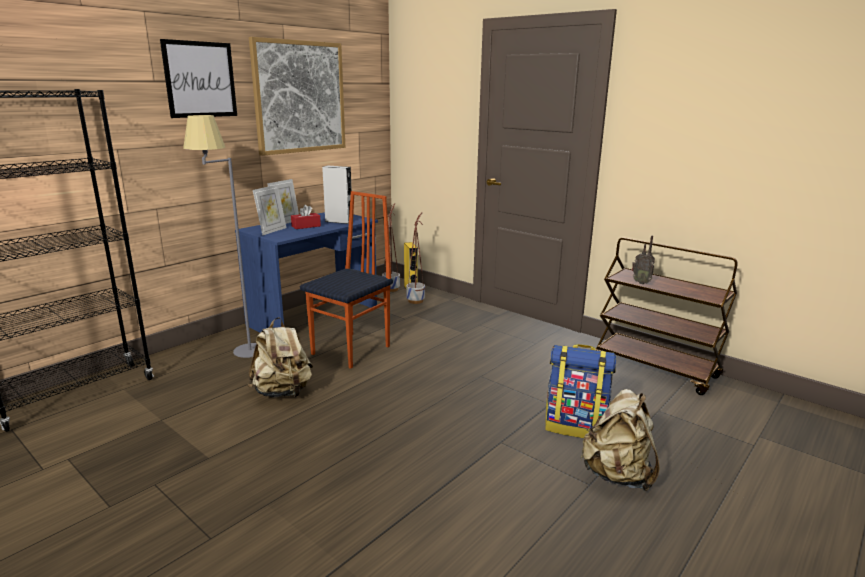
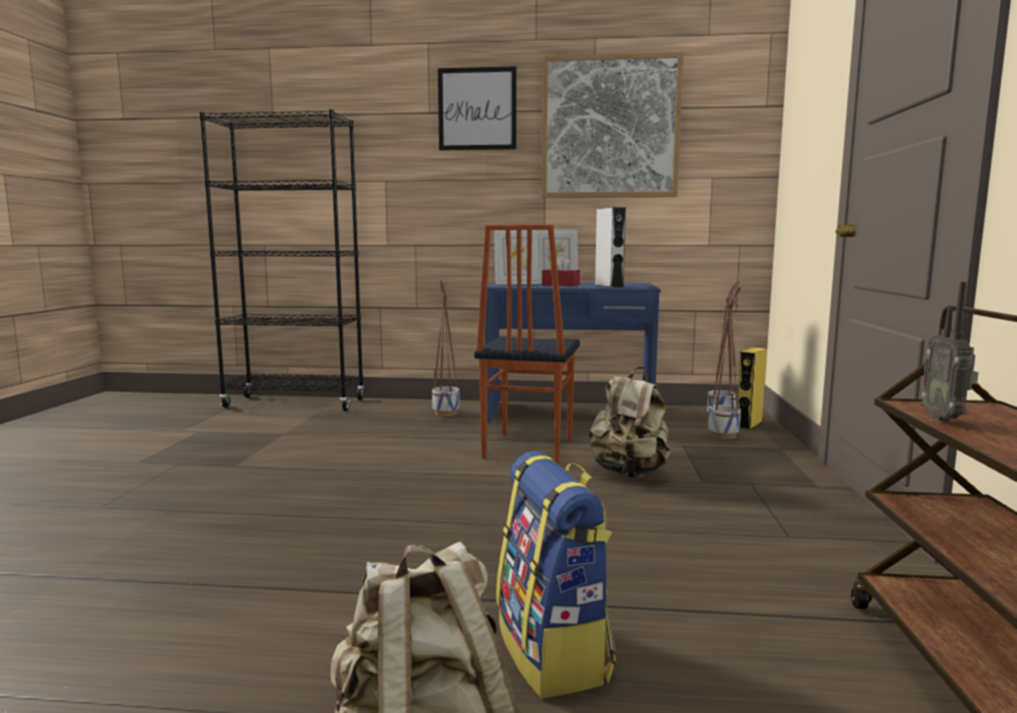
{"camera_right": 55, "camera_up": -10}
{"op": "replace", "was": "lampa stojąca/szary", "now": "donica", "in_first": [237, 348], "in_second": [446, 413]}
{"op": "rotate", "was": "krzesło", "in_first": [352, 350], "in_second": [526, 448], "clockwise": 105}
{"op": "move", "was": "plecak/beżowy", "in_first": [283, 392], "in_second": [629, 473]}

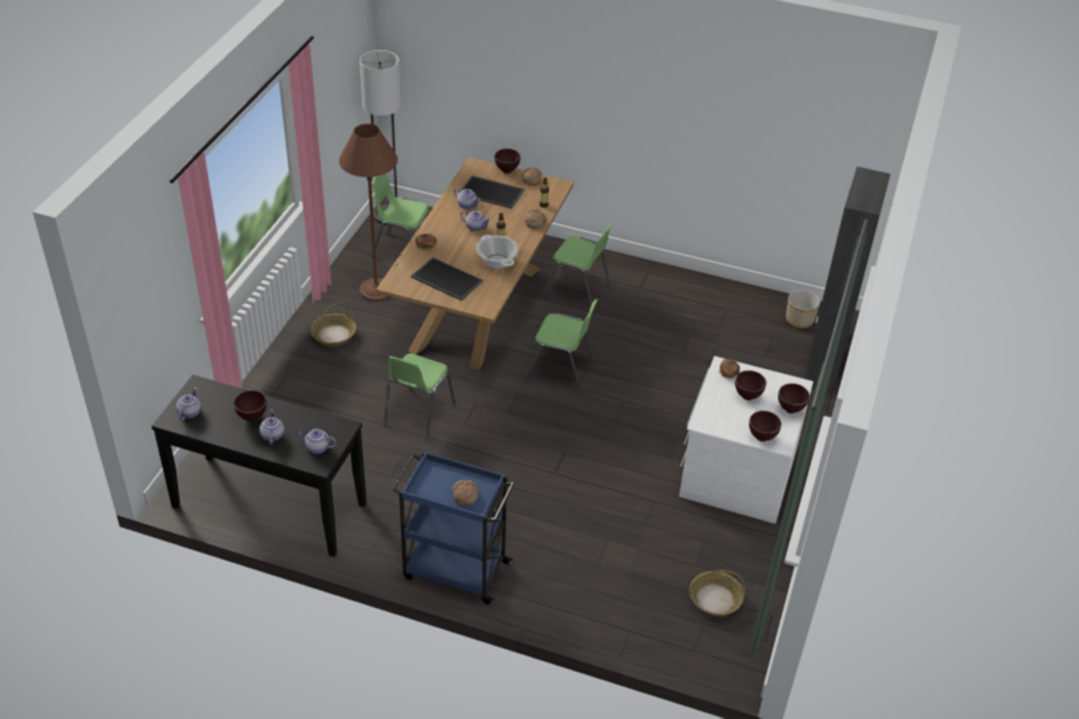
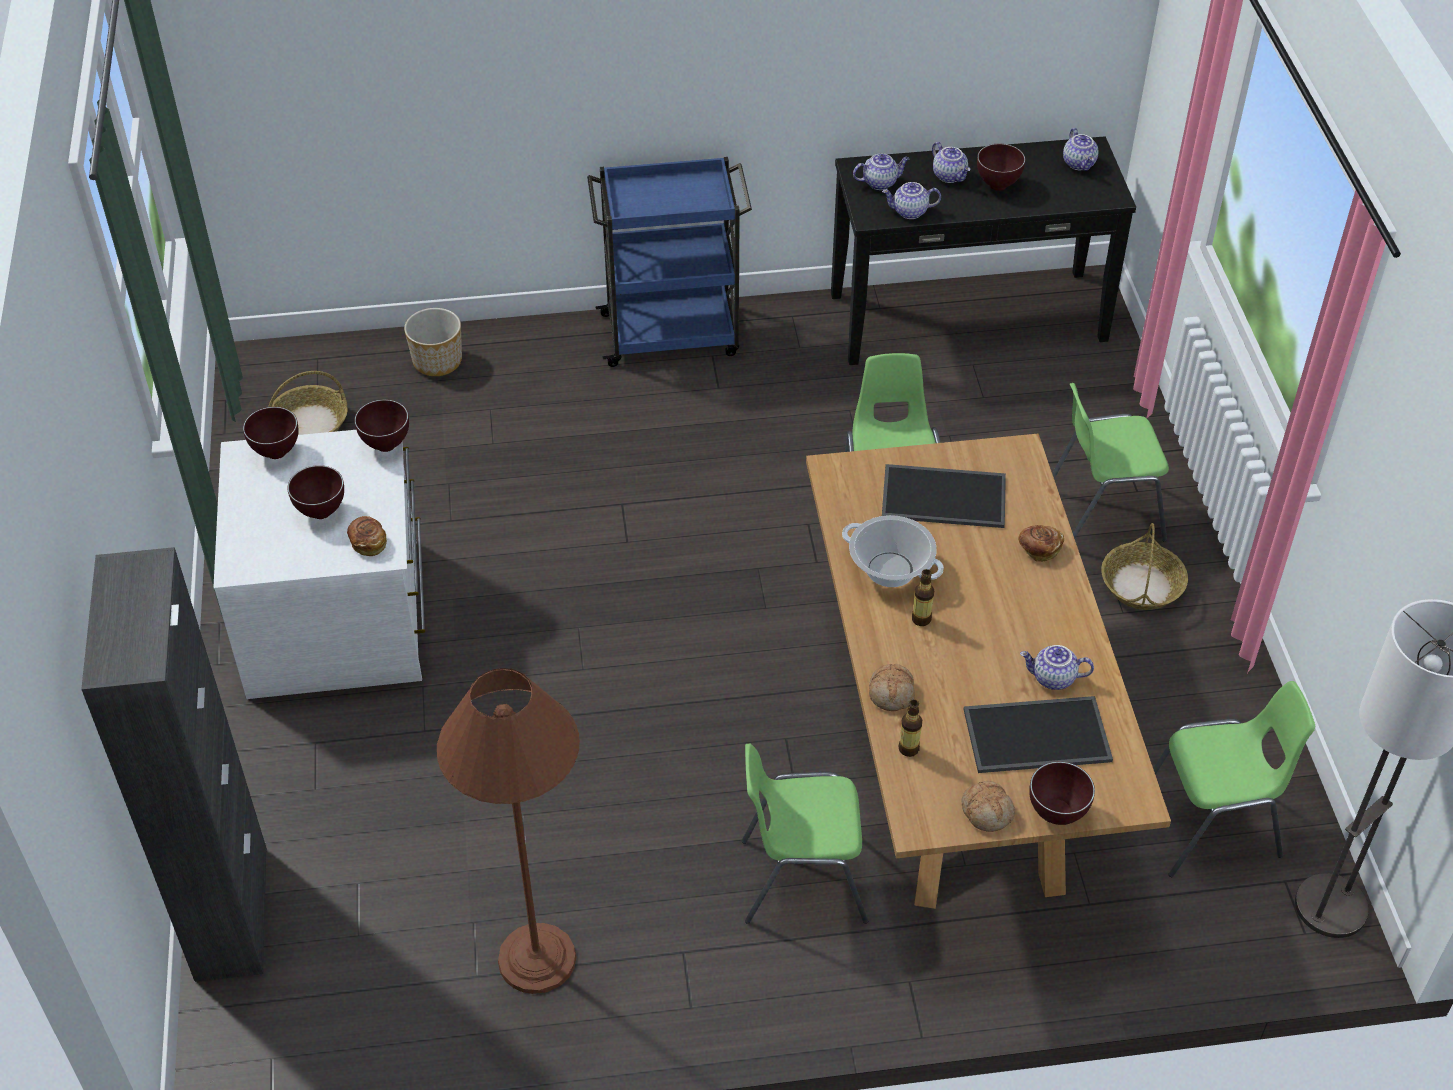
{"camera_right": 155, "camera_up": 5}
{"op": "move", "was": "lampa stojąca/brązowy", "in_first": [376, 290], "in_second": [537, 959]}
{"op": "move", "was": "imbryk", "in_first": [475, 227], "in_second": [910, 212]}
{"op": "move", "was": "donica", "in_first": [799, 320], "in_second": [437, 361]}
{"op": "move", "was": "krzesło/zielony", "in_first": [561, 371], "in_second": [1102, 514]}
{"op": "move", "was": "miska/brązowy", "in_first": [789, 409], "in_second": [387, 445]}
{"op": "delete", "was": "chleb", "in_first": [464, 496]}

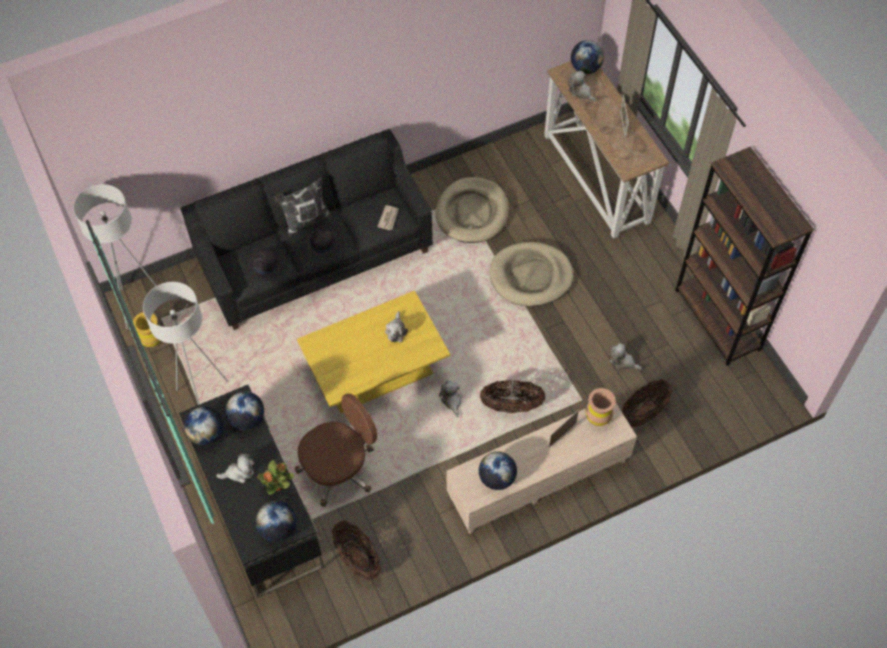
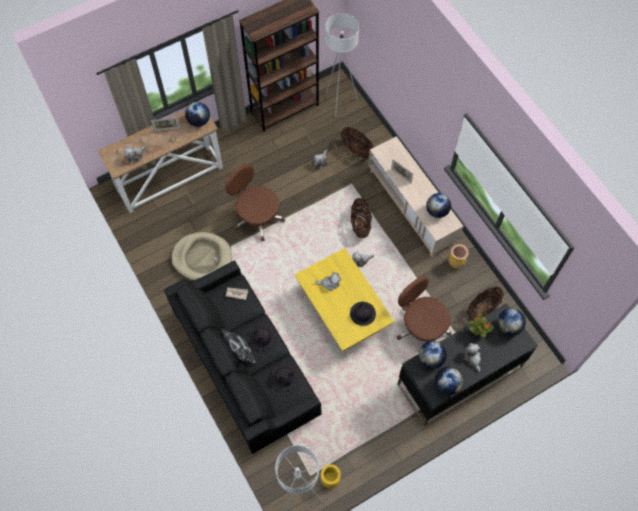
{"camera_right": -95, "camera_up": 5}
{"op": "move", "was": "globus", "in_first": [585, 68], "in_second": [199, 121]}
{"op": "replace", "was": "legowisko/beżowy", "now": "krzesło biurowe/brązowy", "in_first": [531, 276], "in_second": [257, 217]}
{"op": "move", "was": "lampa stojąca/biały", "in_first": [203, 398], "in_second": [339, 102]}
{"op": "move", "was": "wazon/brązowy", "in_first": [598, 417], "in_second": [456, 262]}
{"op": "insert", "now": "kapelusz/czarny", "in_second": [362, 314]}

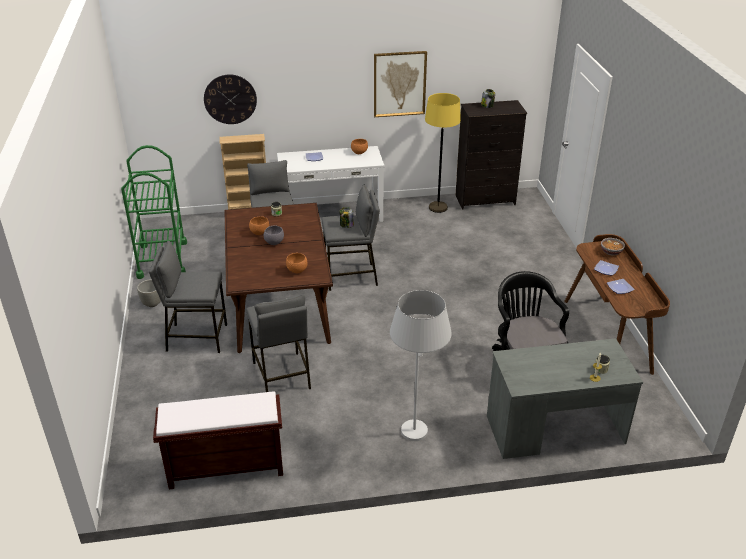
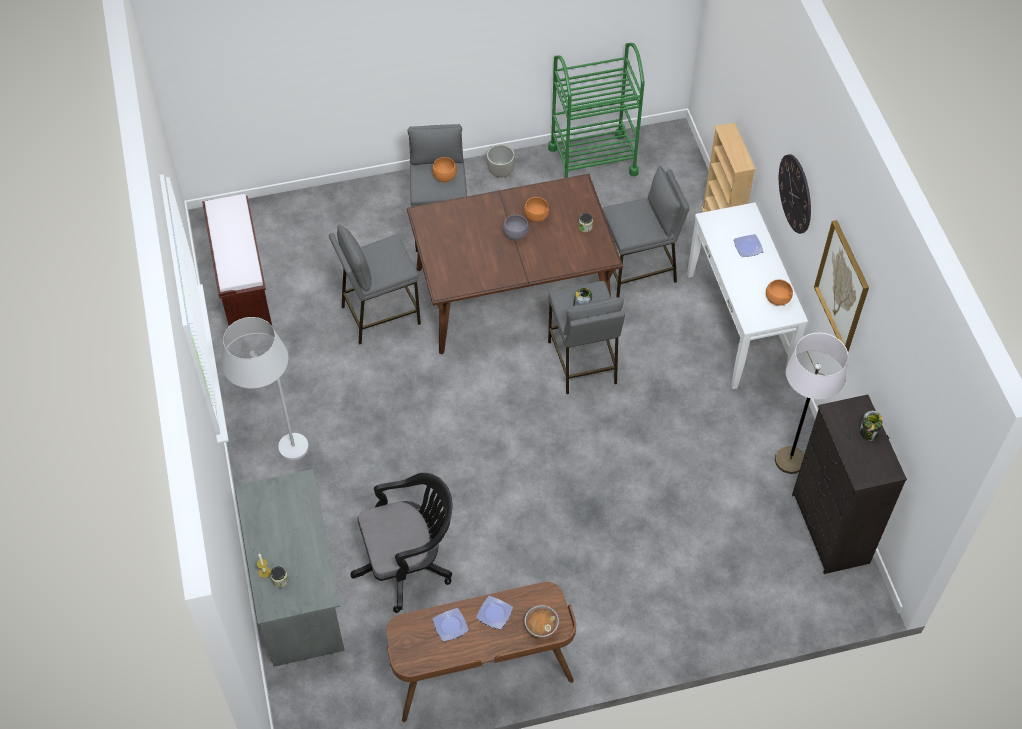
{"camera_right": 85, "camera_up": 20}
{"op": "move", "was": "zegar ścienny", "in_first": [230, 99], "in_second": [795, 193]}
{"op": "recolor", "was": "lampa stojąca/żółty", "now": "lampa stojąca/biały", "in_first": [438, 207], "in_second": [790, 460]}
{"op": "move", "was": "miska/pomarańczowy", "in_first": [297, 271], "in_second": [444, 177]}

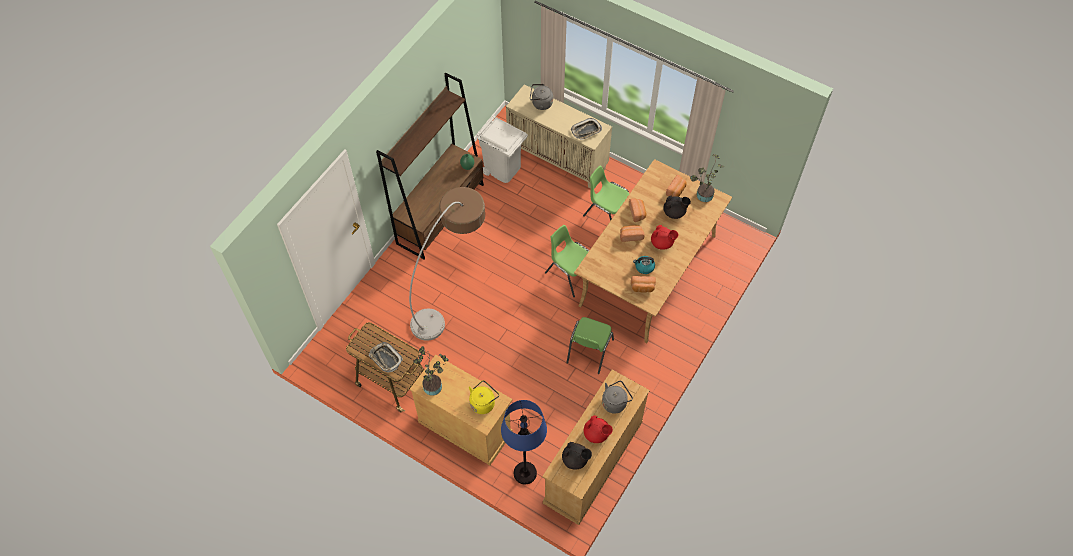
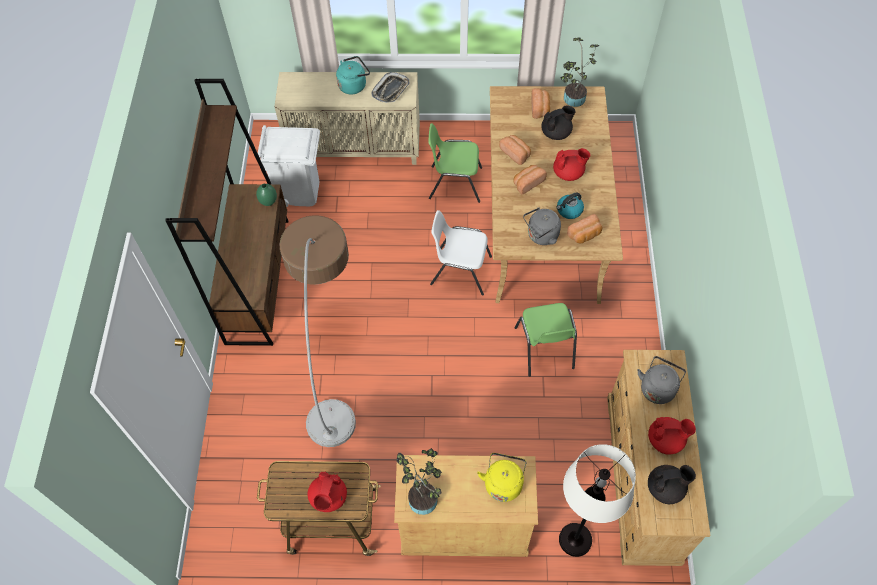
{"camera_right": -30, "camera_up": 0}
{"op": "move", "was": "czajnik/szary", "in_first": [540, 103], "in_second": [541, 236]}
{"op": "recolor", "was": "krzesło/zielony", "now": "krzesło/biały", "in_first": [570, 273], "in_second": [460, 270]}
{"op": "replace", "was": "taca", "now": "imbryk/czerwony", "in_first": [385, 358], "in_second": [328, 498]}
{"op": "recolor", "was": "lampa stojąca/niebieski", "now": "lampa stojąca/biały", "in_first": [525, 473], "in_second": [575, 540]}
{"op": "insert", "now": "czajnik/turkusowy", "in_second": [354, 85]}

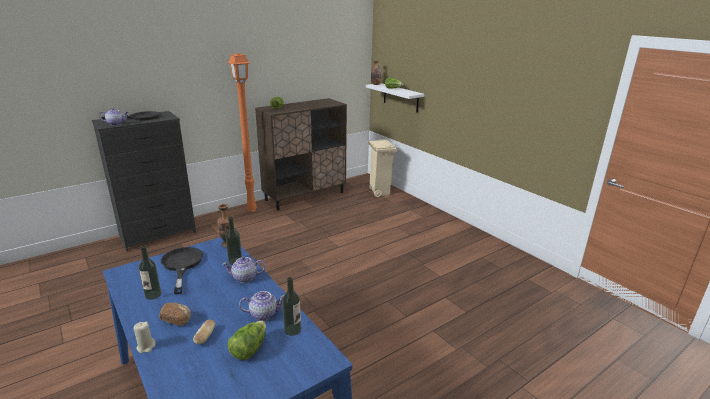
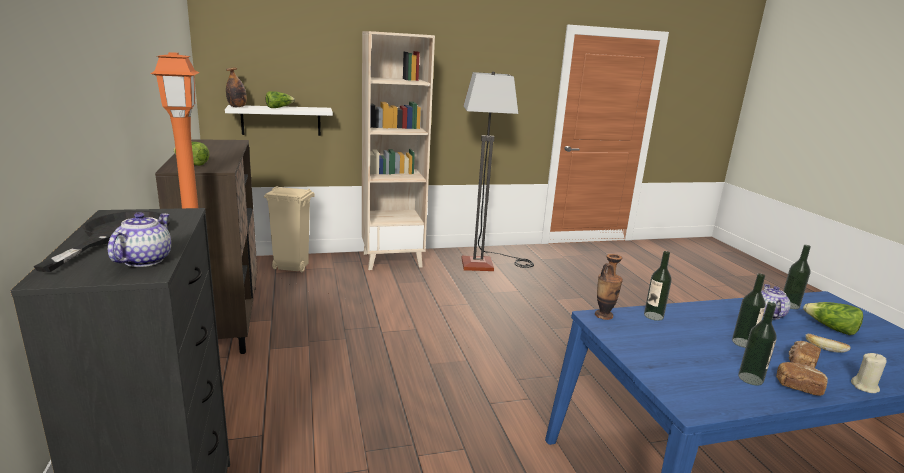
{"camera_right": -70, "camera_up": -5}
{"op": "delete", "was": "patelnia/czarny", "in_first": [182, 265]}
{"op": "delete", "was": "imbryk", "in_first": [244, 278]}
{"op": "insert", "now": "regał/beżowy", "in_second": [392, 260]}
{"op": "insert", "now": "lampa stojąca", "in_second": [487, 263]}
{"op": "insert", "now": "butelka", "in_second": [743, 343]}
{"op": "insert", "now": "chleb", "in_second": [798, 387]}

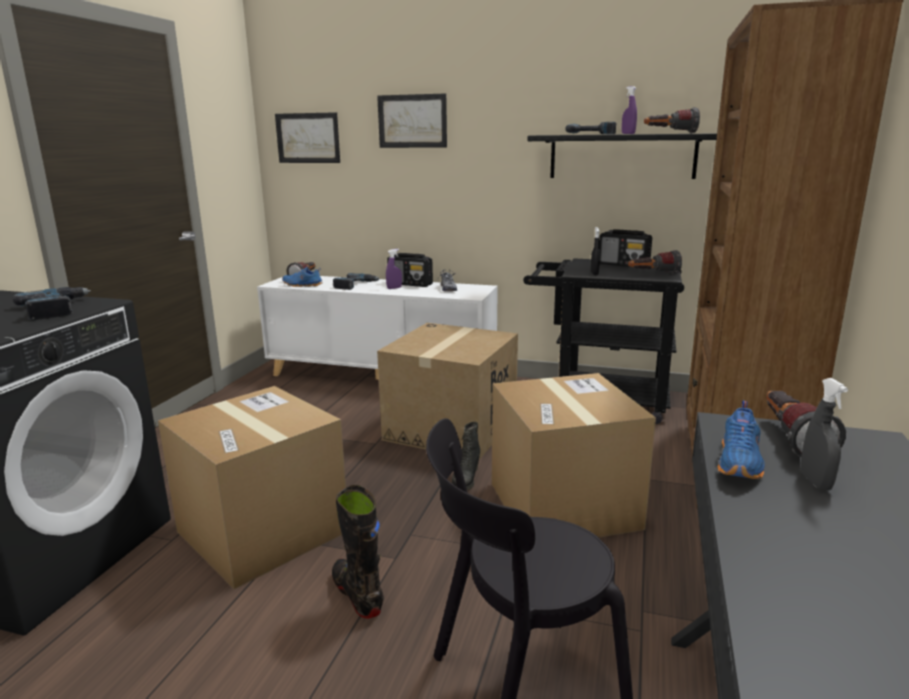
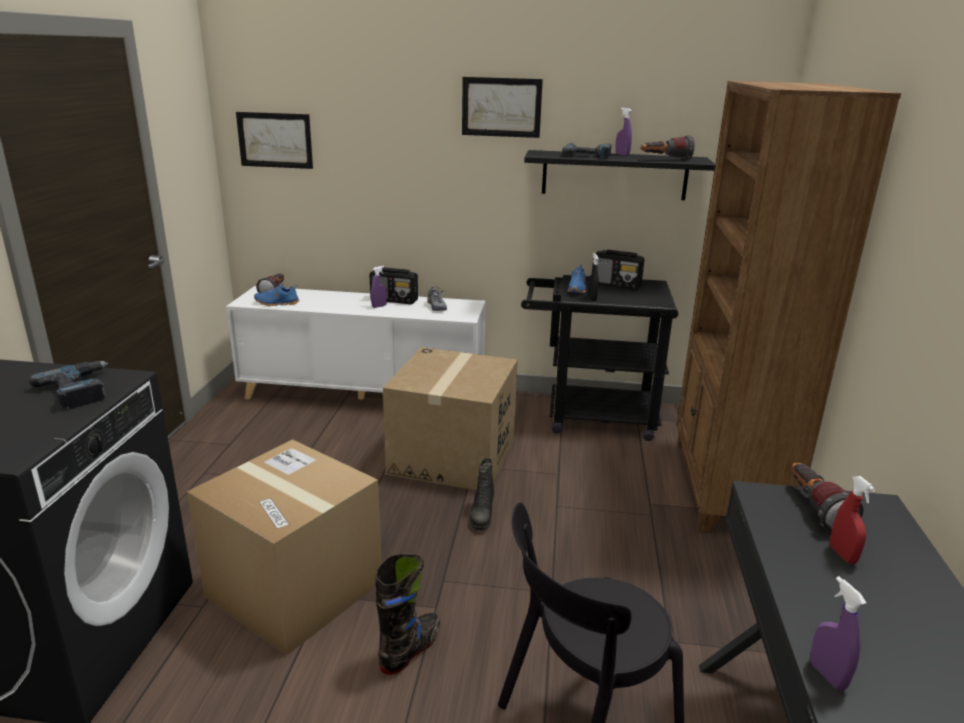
{"camera_right": -10, "camera_up": 5}
{"op": "move", "was": "obraz", "in_first": [412, 121], "in_second": [501, 107]}
{"op": "delete", "was": "latarka", "in_first": [653, 274]}
{"op": "delete", "was": "wiertarka", "in_first": [355, 285]}
{"op": "delete", "was": "karton", "in_first": [563, 505]}
{"op": "recolor", "was": "spryskiwacz/szary", "now": "spryskiwacz/czerwony", "in_first": [815, 482], "in_second": [842, 555]}
{"op": "move", "was": "but/niebieski", "in_first": [740, 463], "in_second": [577, 289]}
{"op": "rotate", "was": "but z cholewką/czarny", "in_first": [358, 594], "in_second": [410, 649], "clockwise": 75}
{"op": "insert", "now": "spryskiwacz/fioletowy", "in_second": [827, 675]}

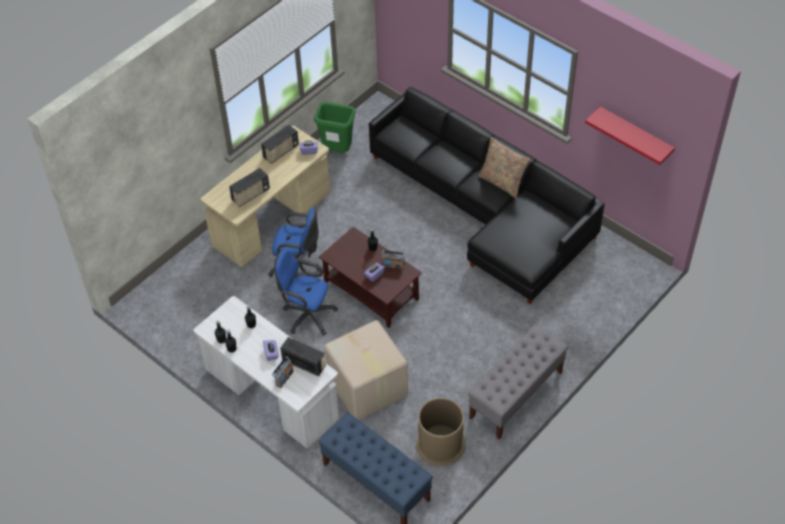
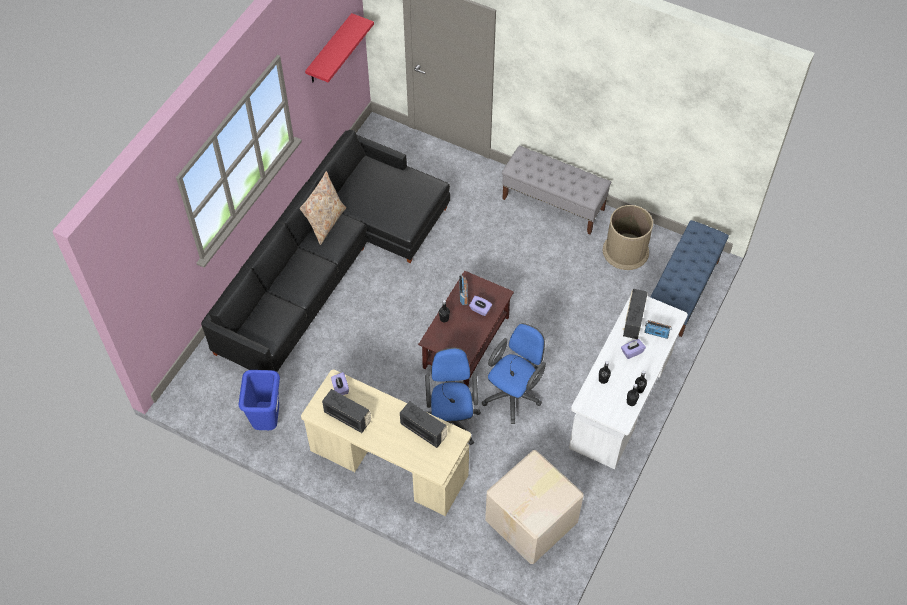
{"camera_right": -105, "camera_up": 5}
{"op": "recolor", "was": "kosz na śmieci/zielony", "now": "kosz na śmieci/niebieski", "in_first": [338, 151], "in_second": [267, 421]}
{"op": "rotate", "was": "krzesło biurowe/niebieski", "in_first": [306, 315], "in_second": [514, 394], "clockwise": -150}
{"op": "move", "was": "karton", "in_first": [367, 388], "in_second": [533, 520]}

